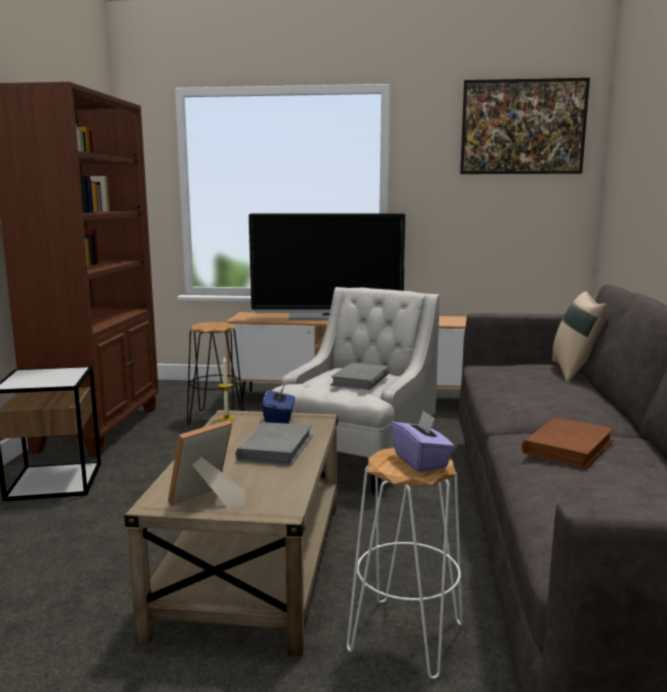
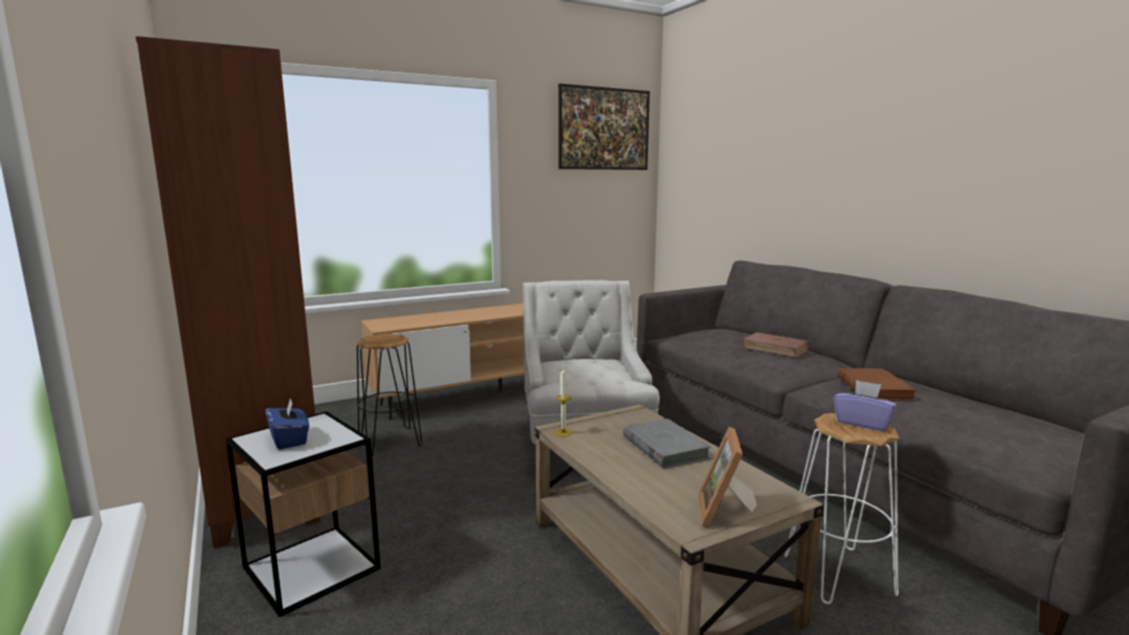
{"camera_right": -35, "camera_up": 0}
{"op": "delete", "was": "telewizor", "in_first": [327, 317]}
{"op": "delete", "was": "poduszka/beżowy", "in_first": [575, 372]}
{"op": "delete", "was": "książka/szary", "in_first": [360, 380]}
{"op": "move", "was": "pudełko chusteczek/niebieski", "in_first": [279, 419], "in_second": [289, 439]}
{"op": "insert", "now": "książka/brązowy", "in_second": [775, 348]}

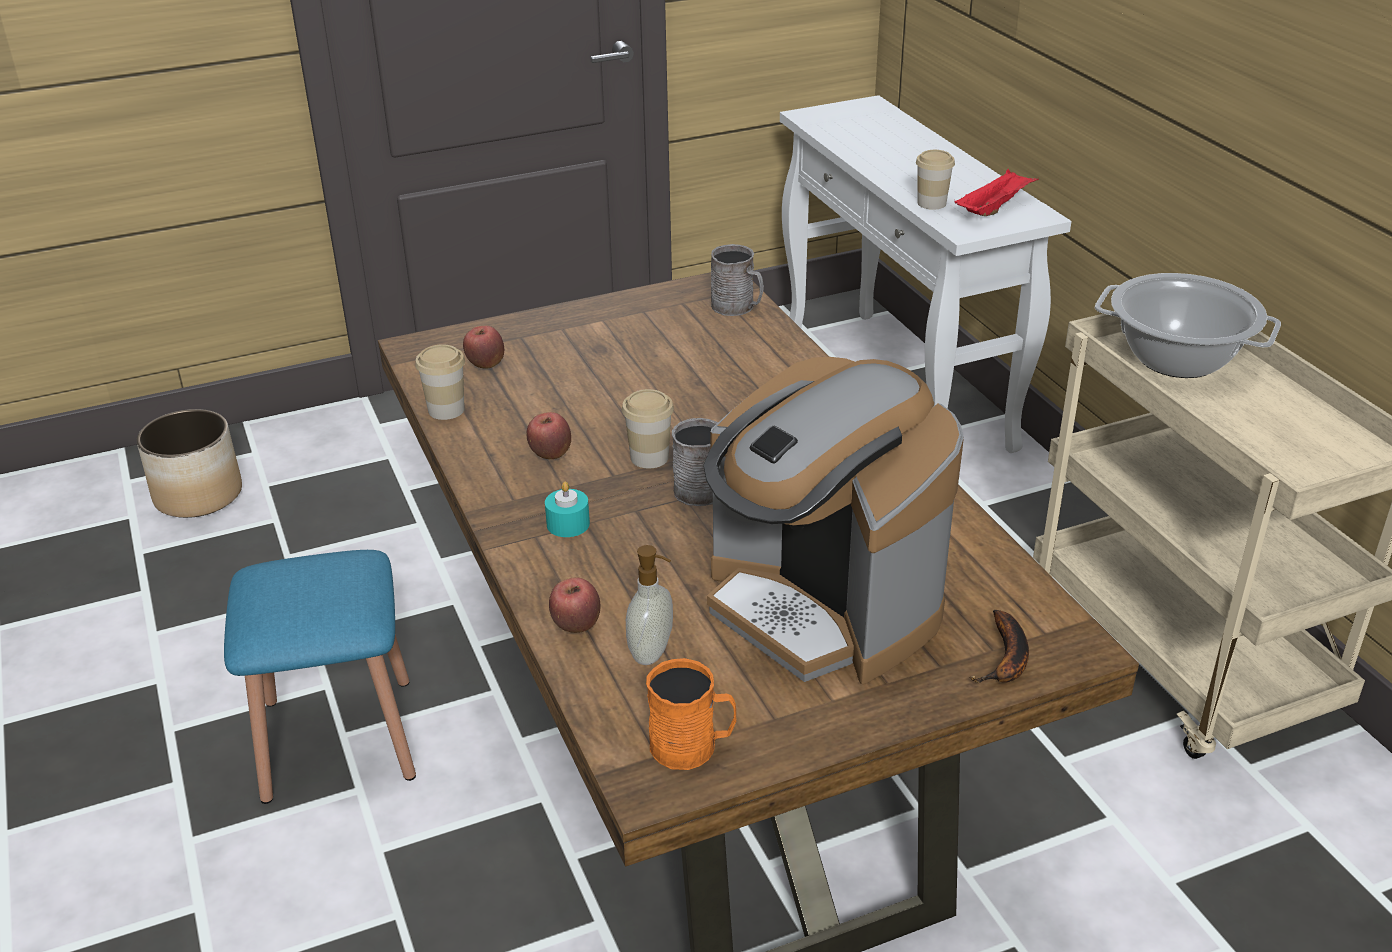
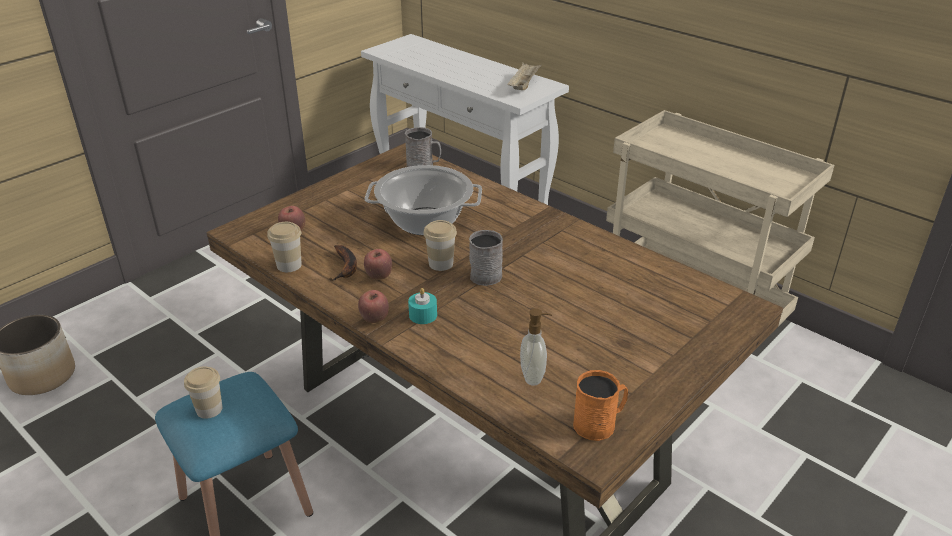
{"camera_right": -25, "camera_up": 0}
{"op": "move", "was": "filiżanka", "in_first": [931, 203], "in_second": [209, 409]}
{"op": "recolor", "was": "taca/czerwony", "now": "taca/beżowy", "in_first": [994, 208], "in_second": [523, 85]}
{"op": "move", "was": "garnek", "in_first": [1176, 358], "in_second": [424, 222]}
{"op": "delete", "was": "ekspres do kawy", "in_first": [821, 608]}
{"op": "move", "was": "jabłko", "in_first": [576, 626], "in_second": [374, 319]}
{"op": "move", "was": "banan", "in_first": [1006, 660], "in_second": [346, 267]}

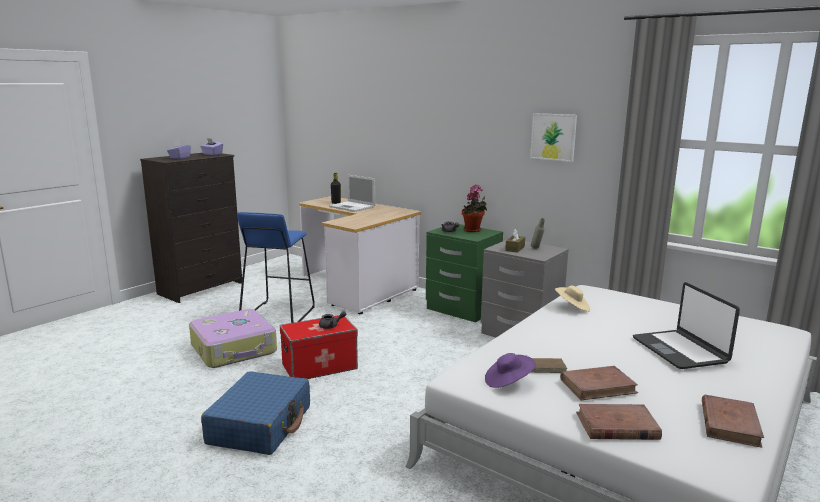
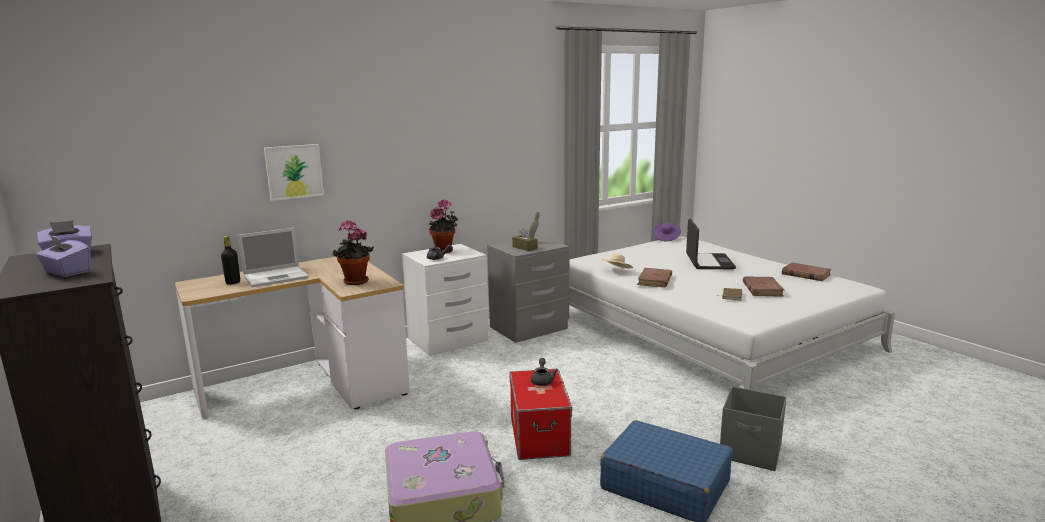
{"camera_right": -70, "camera_up": 0}
{"op": "move", "was": "obraz", "in_first": [553, 137], "in_second": [294, 171]}
{"op": "delete", "was": "stołek/niebieski", "in_first": [277, 314]}
{"op": "recolor", "was": "szafka nocna/zielony", "now": "szafka nocna/biały", "in_first": [462, 309], "in_second": [448, 340]}
{"op": "rotate", "was": "laptop", "in_first": [680, 350], "in_second": [709, 262], "clockwise": -90}
{"op": "move", "was": "kapelusz/fioletowy", "in_first": [508, 382], "in_second": [666, 238]}
{"op": "move", "was": "książka/brązowy", "in_first": [616, 426], "in_second": [654, 280]}
{"op": "insert", "now": "roślina doniczkowa", "in_second": [354, 282]}
{"op": "insert", "now": "pojemnik do przechowywania/szary", "in_second": [751, 452]}

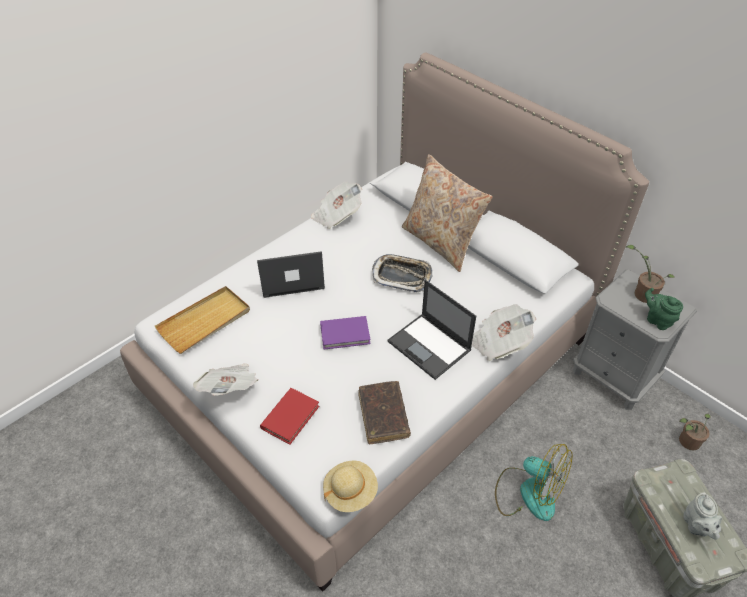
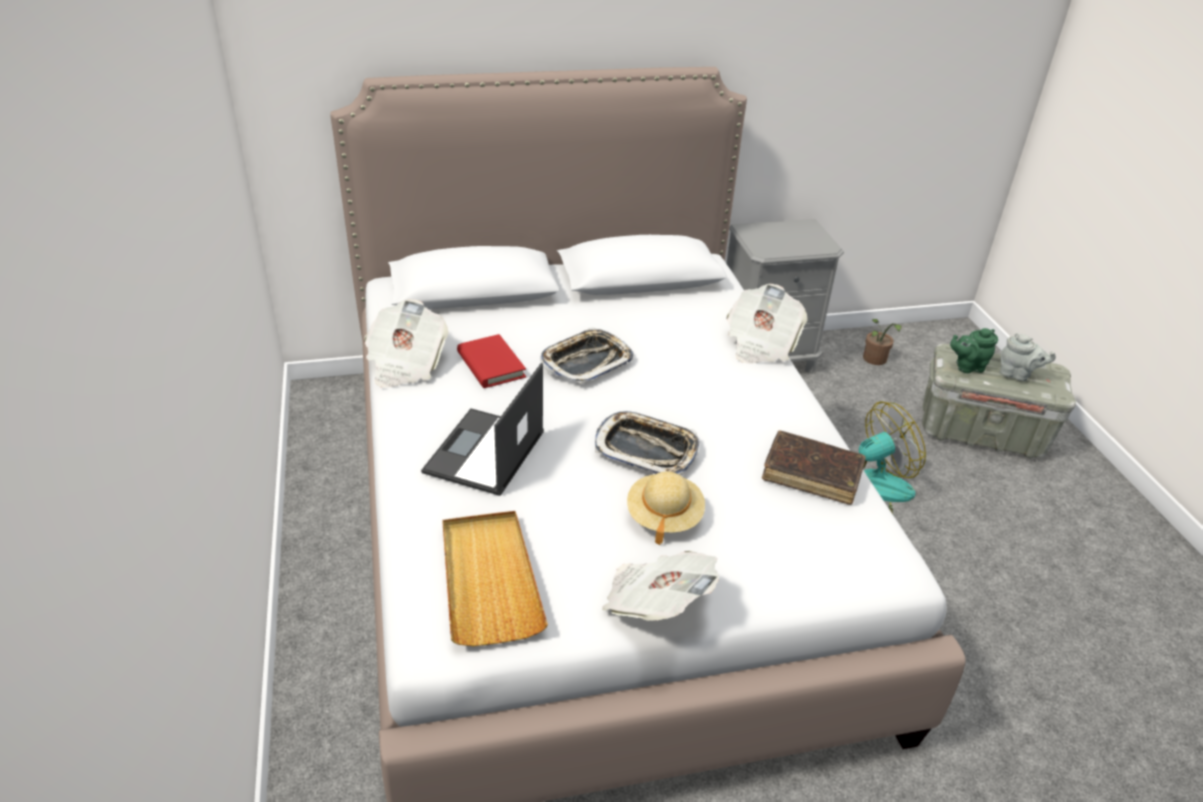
{"camera_right": -60, "camera_up": -10}
{"op": "delete", "was": "poduszka/beżowy", "in_first": [441, 242]}
{"op": "delete", "was": "roślina doniczkowa", "in_first": [642, 293]}
{"op": "delete", "was": "laptop", "in_first": [430, 346]}
{"op": "move", "was": "imbryk/zielony", "in_first": [657, 320], "in_second": [967, 367]}
{"op": "replace", "was": "książka/fioletowy", "now": "taca", "in_first": [345, 334], "in_second": [646, 449]}
{"op": "move", "was": "książka/czerwony", "in_first": [290, 417], "in_second": [491, 365]}
{"op": "move", "was": "kapelusz/beżowy", "in_first": [350, 492], "in_second": [664, 516]}

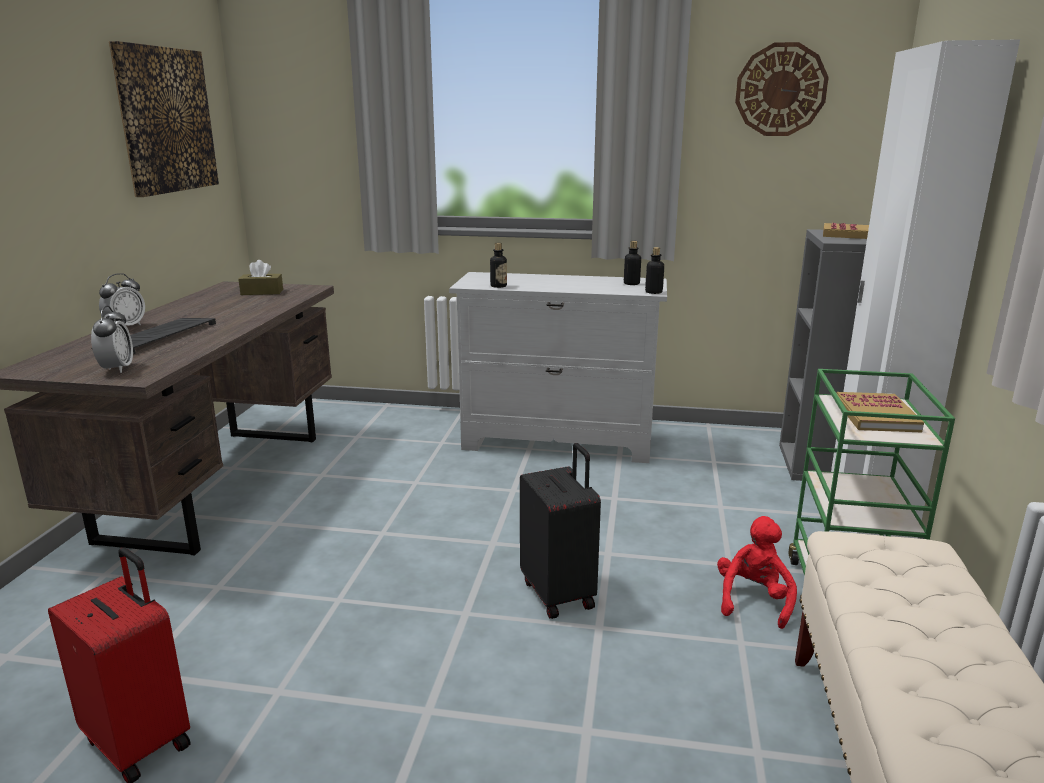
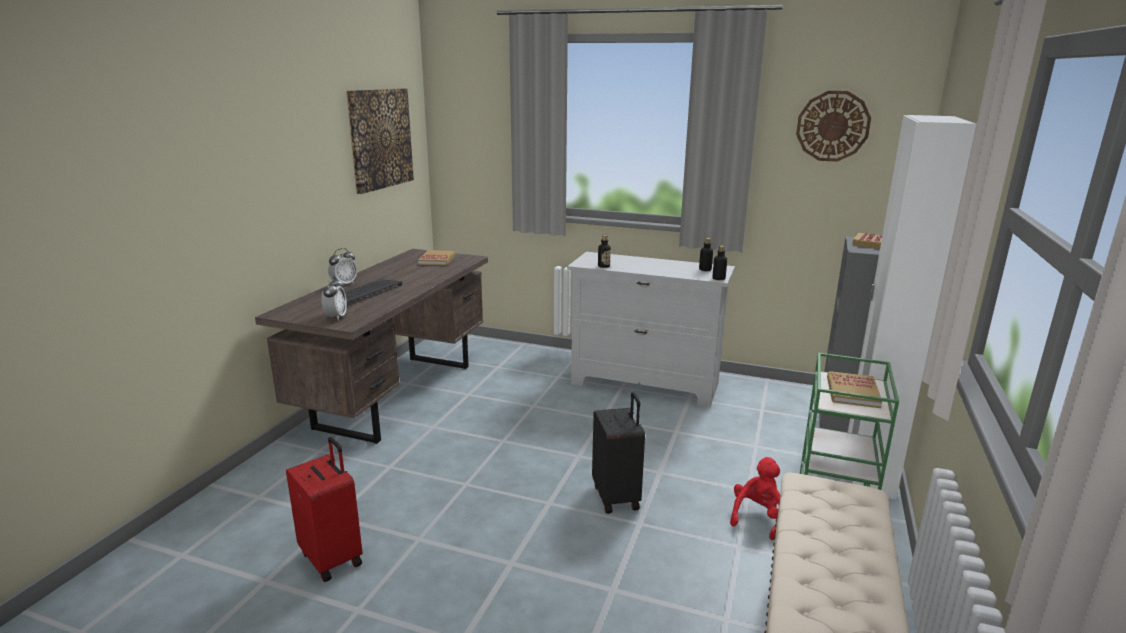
{"camera_right": 10, "camera_up": 0}
{"op": "replace", "was": "pudełko chusteczek/brązowy", "now": "książka", "in_first": [262, 292], "in_second": [437, 260]}

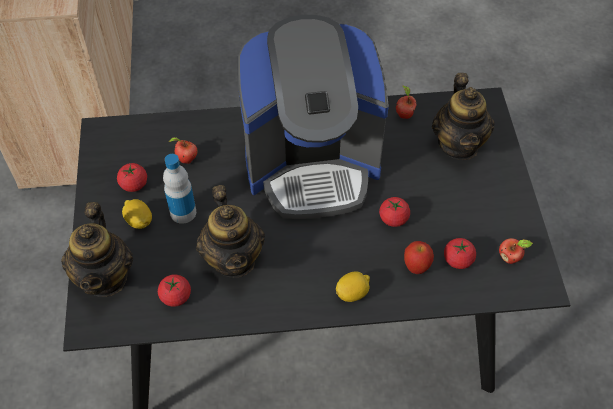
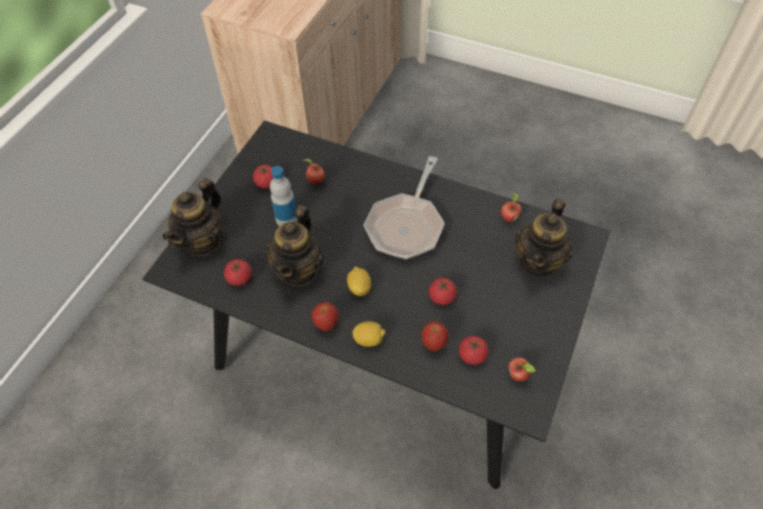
{"camera_right": 30, "camera_up": 0}
{"op": "replace", "was": "ekspres do kawy", "now": "patelnia", "in_first": [312, 164], "in_second": [406, 225]}
{"op": "move", "was": "cytryna", "in_first": [139, 221], "in_second": [359, 288]}
{"op": "insert", "now": "jabłko", "in_second": [326, 325]}

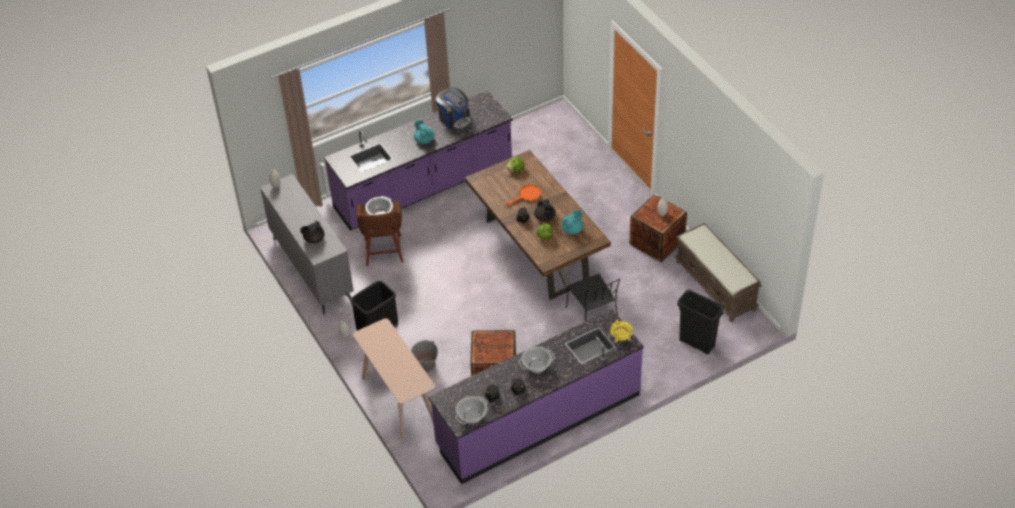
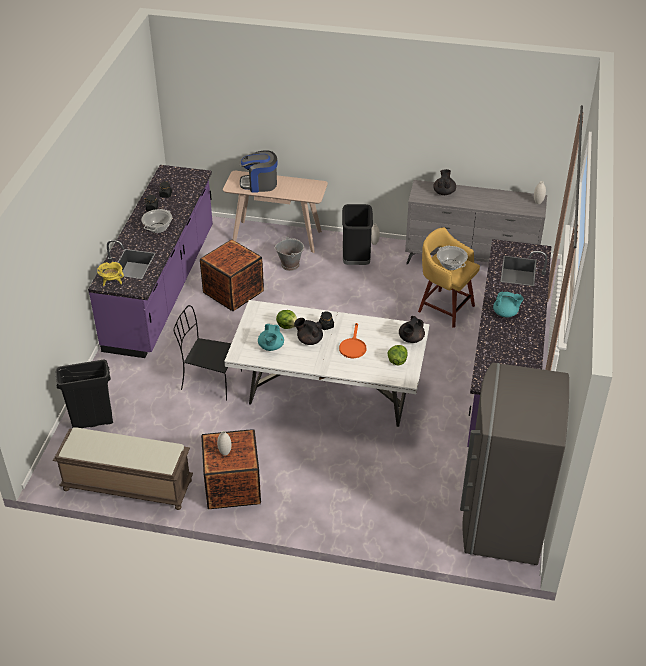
{"camera_right": 130, "camera_up": -5}
{"op": "move", "was": "ekspres do kawy", "in_first": [454, 119], "in_second": [259, 184]}
{"op": "recolor", "was": "stół jadalny/brązowy", "now": "stół jadalny/biały", "in_first": [537, 251], "in_second": [327, 396]}
{"op": "recolor", "was": "stołek/brązowy", "now": "stołek/żółty", "in_first": [383, 251], "in_second": [444, 307]}
{"op": "delete", "was": "garnek", "in_first": [472, 416]}
{"op": "insert", "now": "imbryk/czarny", "in_second": [410, 339]}
{"op": "insert", "now": "lodówka/szary", "in_second": [502, 523]}

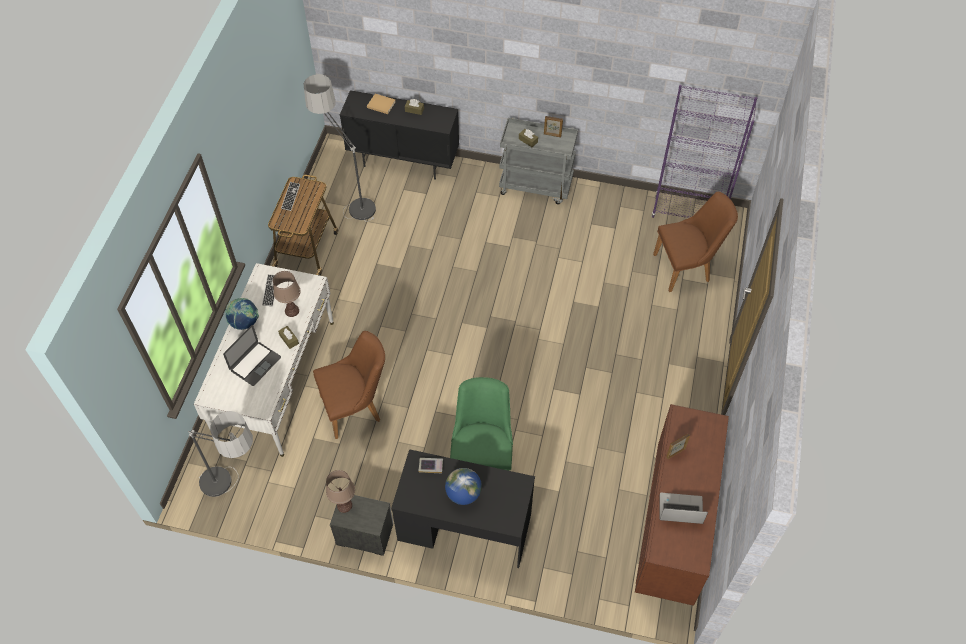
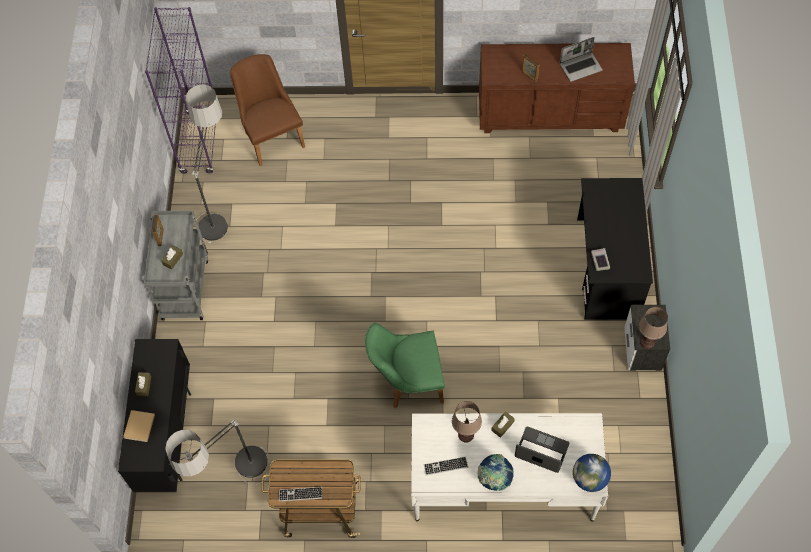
{"camera_right": -100, "camera_up": 5}
{"op": "delete", "was": "krzesło/brązowy", "in_first": [356, 407]}
{"op": "move", "was": "krzesło/zielony", "in_first": [482, 457], "in_second": [407, 382]}
{"op": "move", "was": "lampa stojąca", "in_first": [238, 492], "in_second": [219, 208]}
{"op": "move", "was": "globus", "in_first": [463, 493], "in_second": [589, 478]}
{"op": "rotate", "was": "laptop", "in_first": [680, 509], "in_second": [581, 67], "clockwise": -105}

